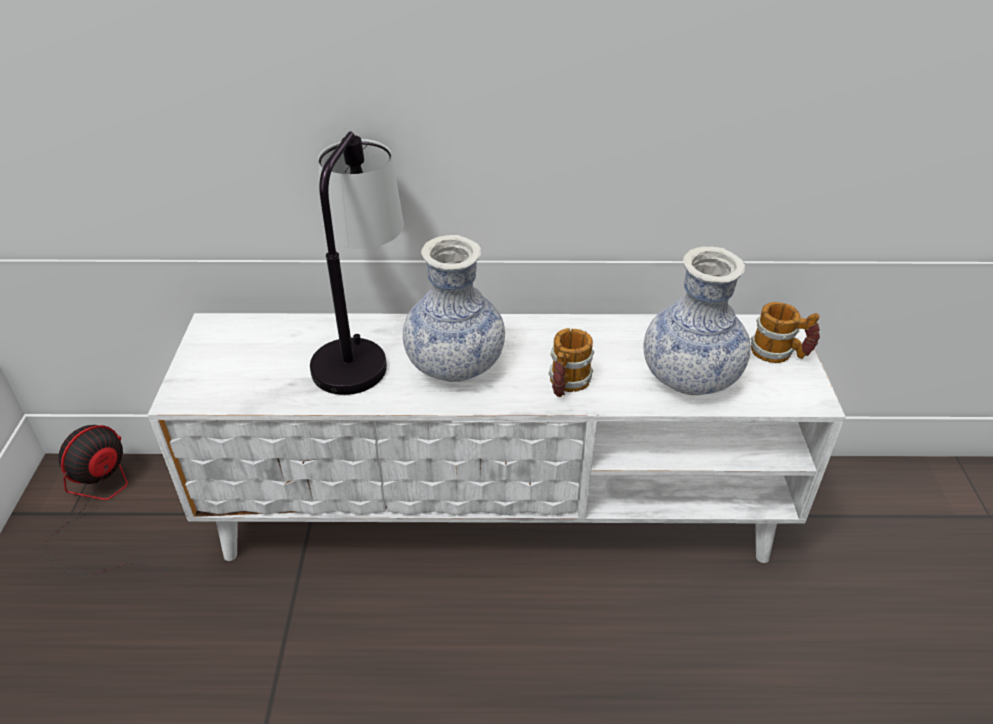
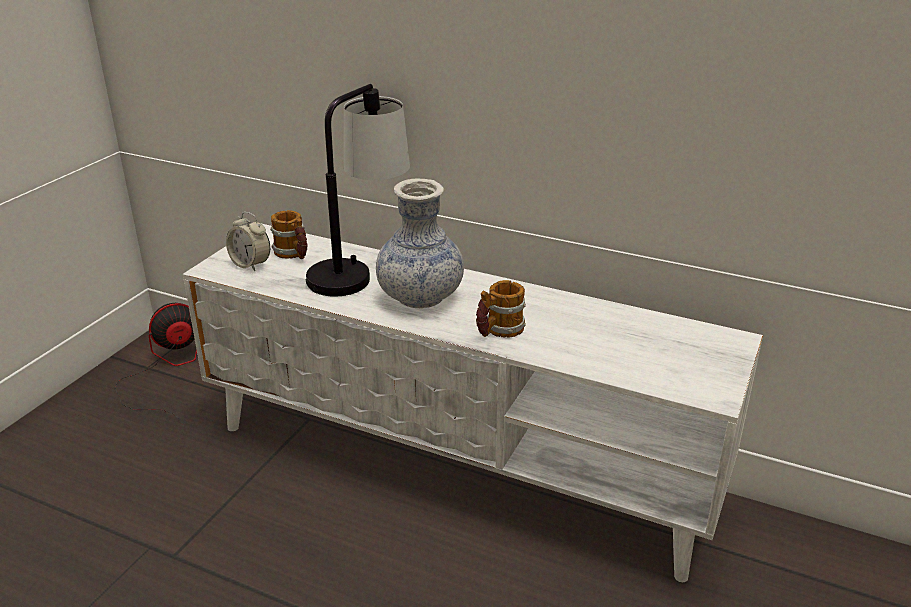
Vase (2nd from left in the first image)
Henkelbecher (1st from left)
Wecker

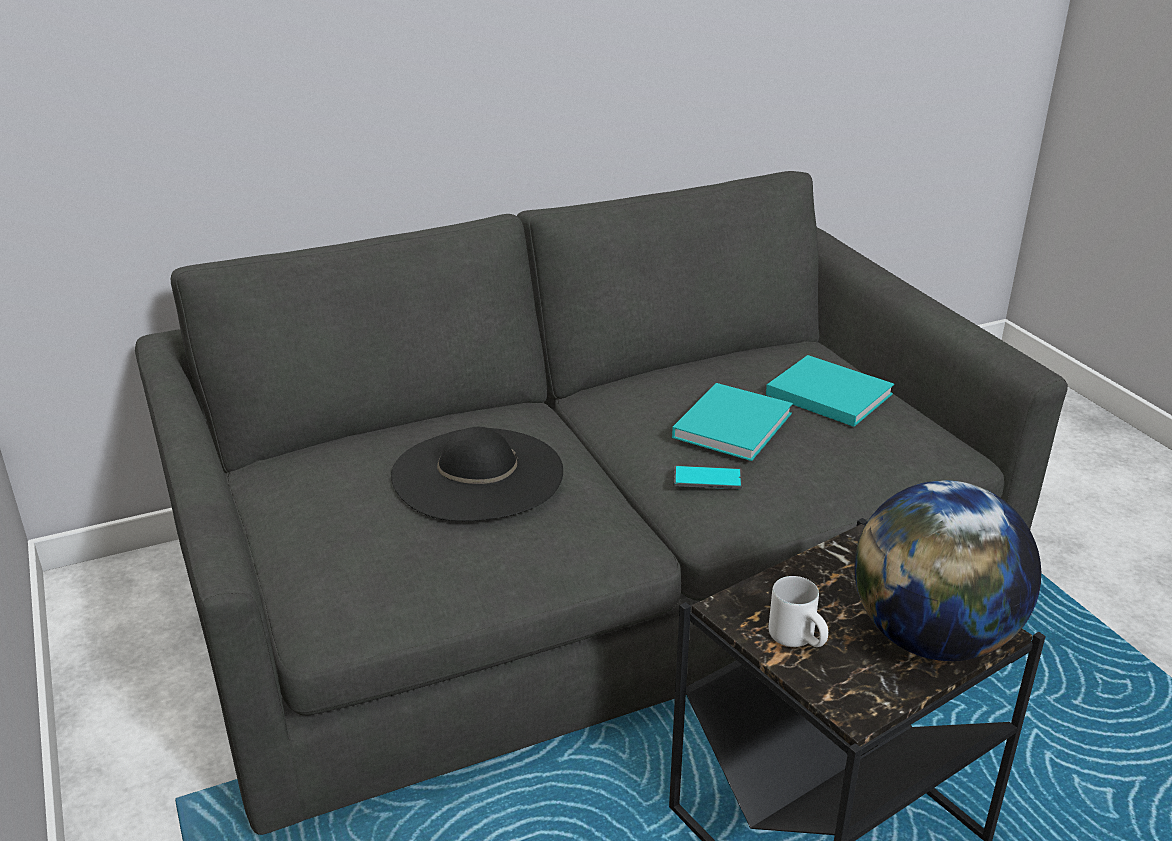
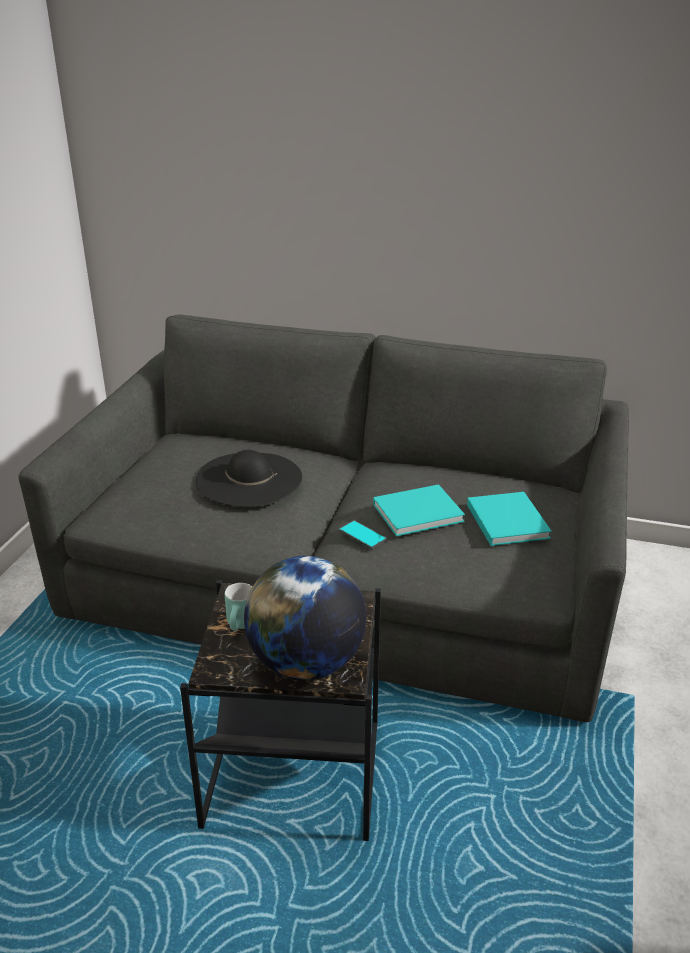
Henkelbecher (türkis)

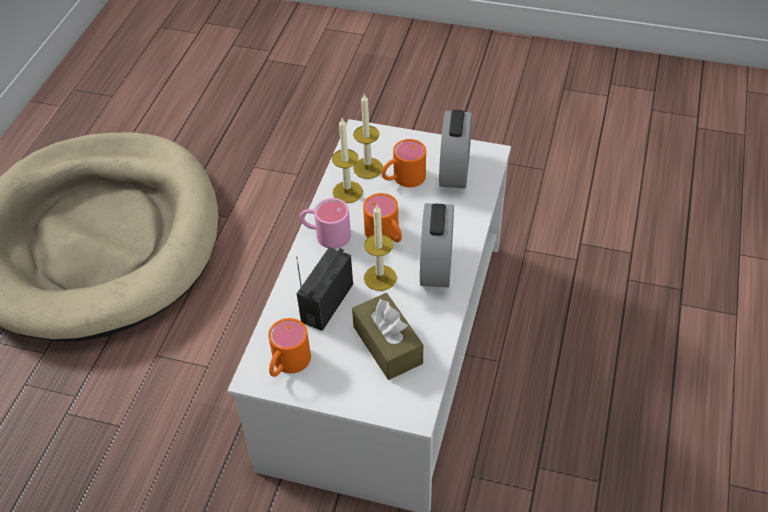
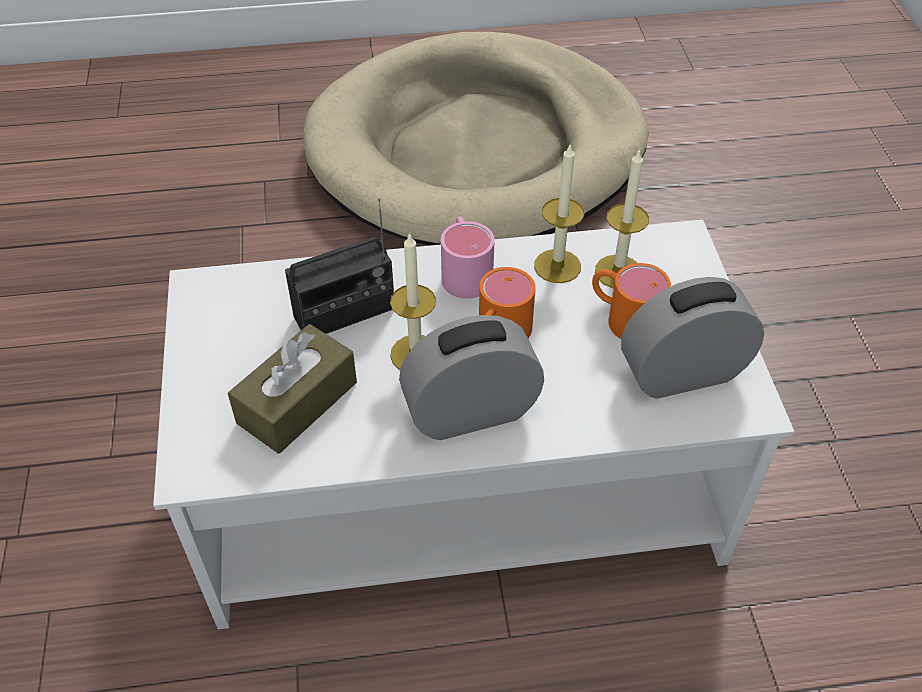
Radio
Henkelbecher (orange) (1st from left in the first image)

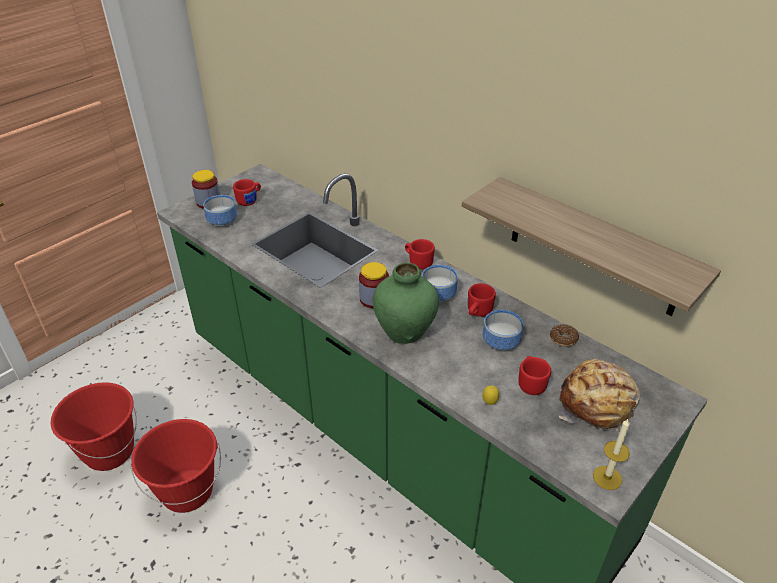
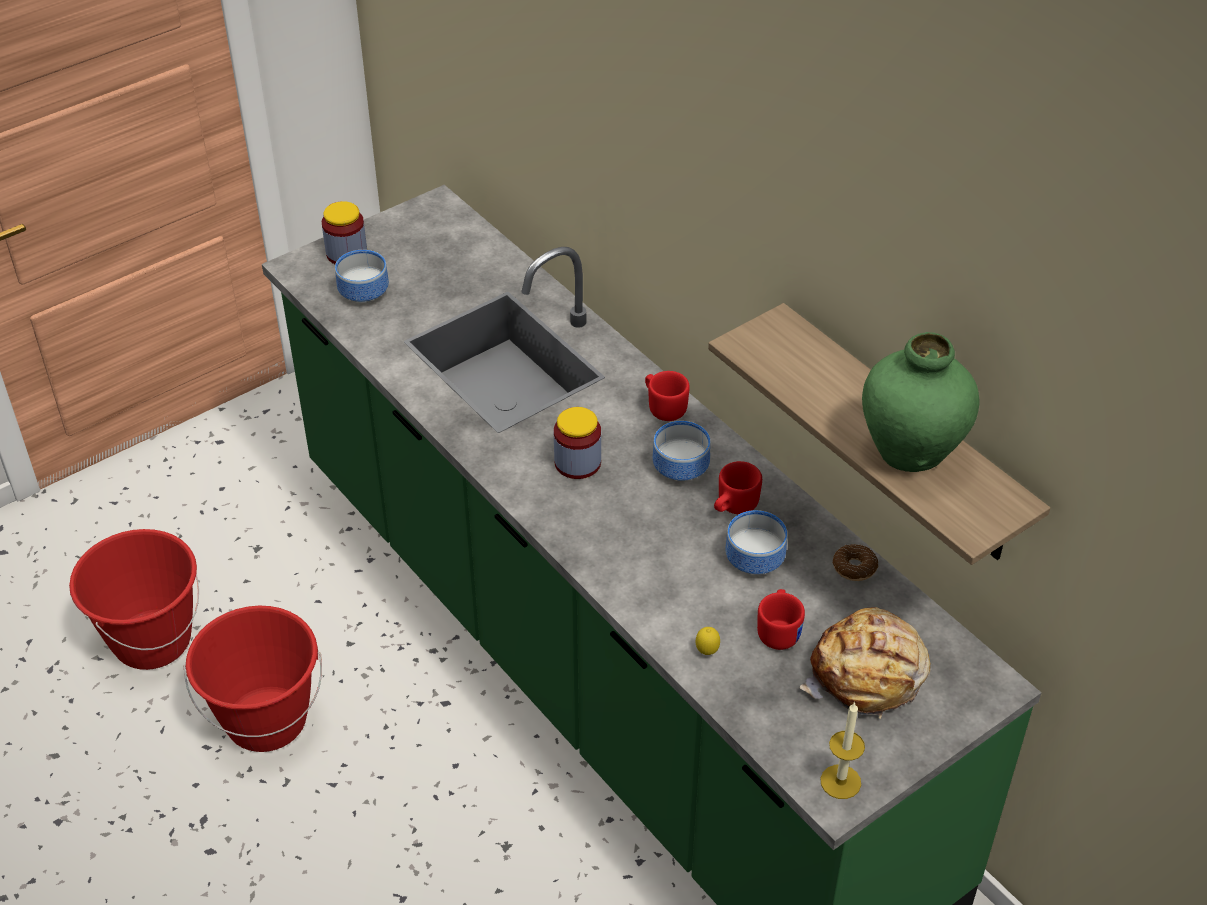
Henkelbecher (rot) (1st from left in the first image)
Vase (grün)

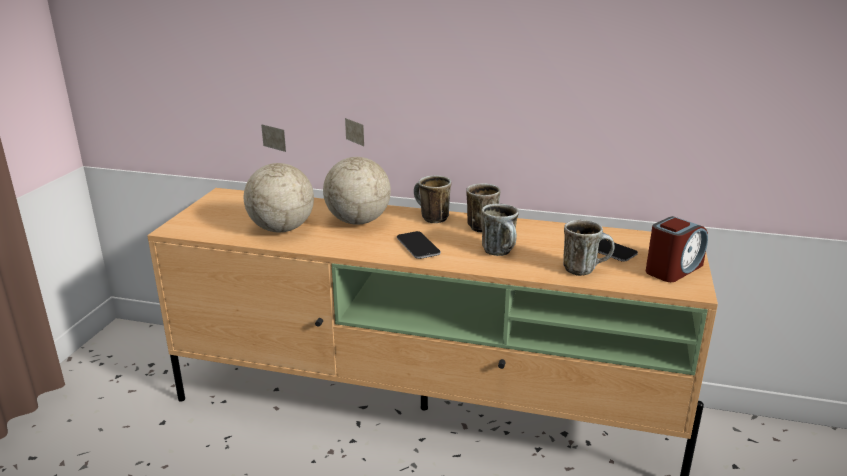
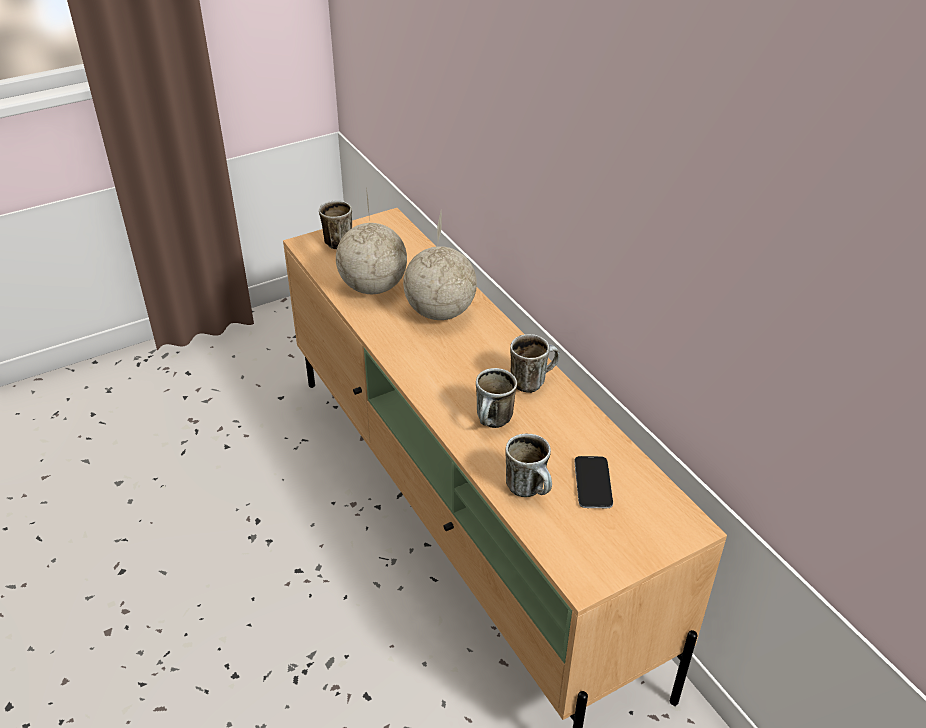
Henkelbecher (1st from left)
Wecker
Handy (1st from left in the first image)

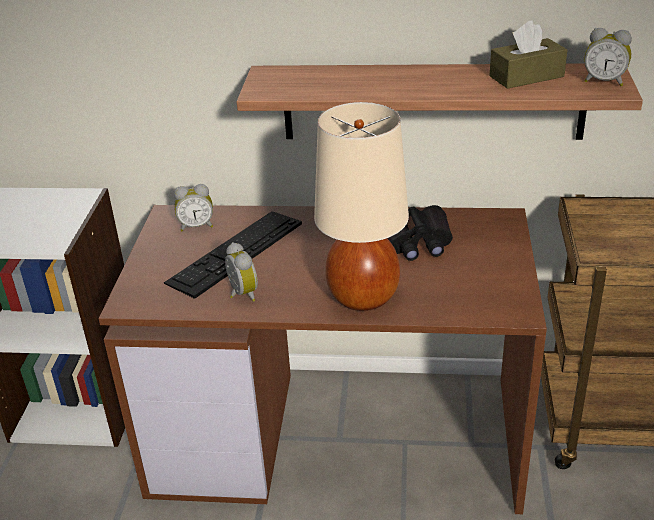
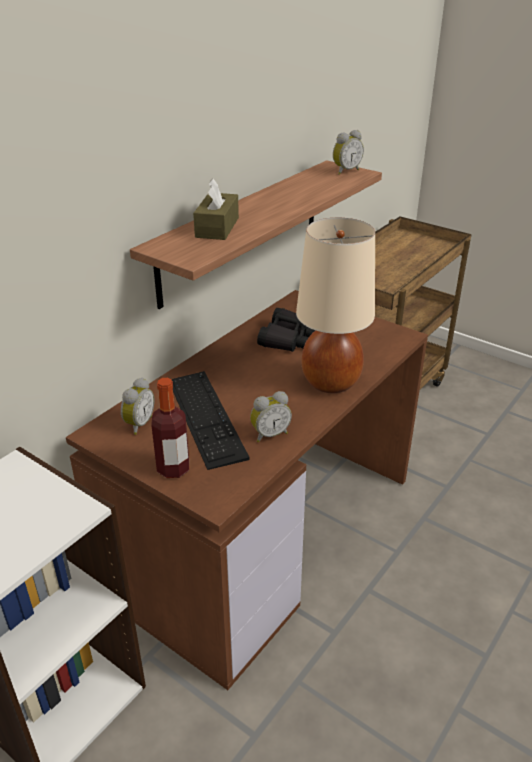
Taschentuchbox (braun)
Wecker (2nd from left)
Flasche

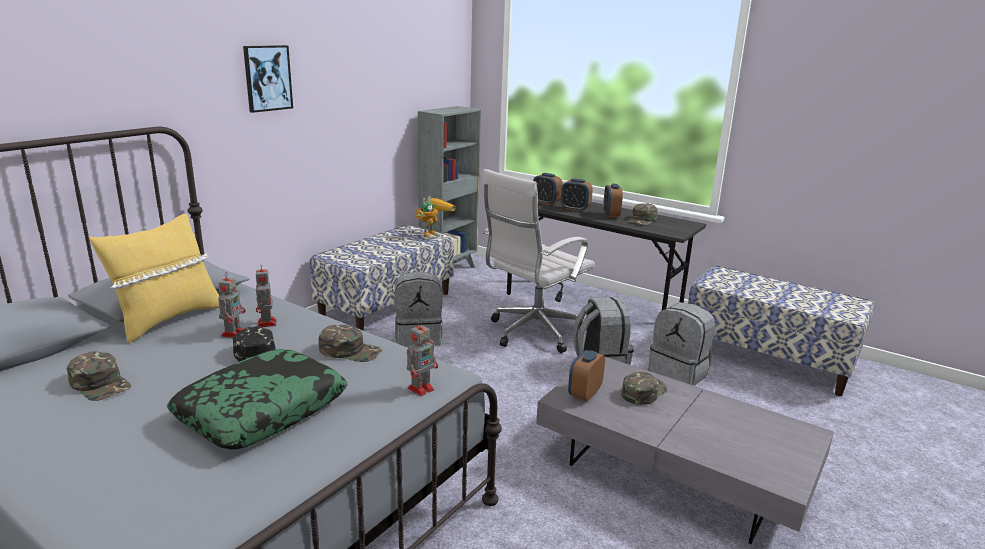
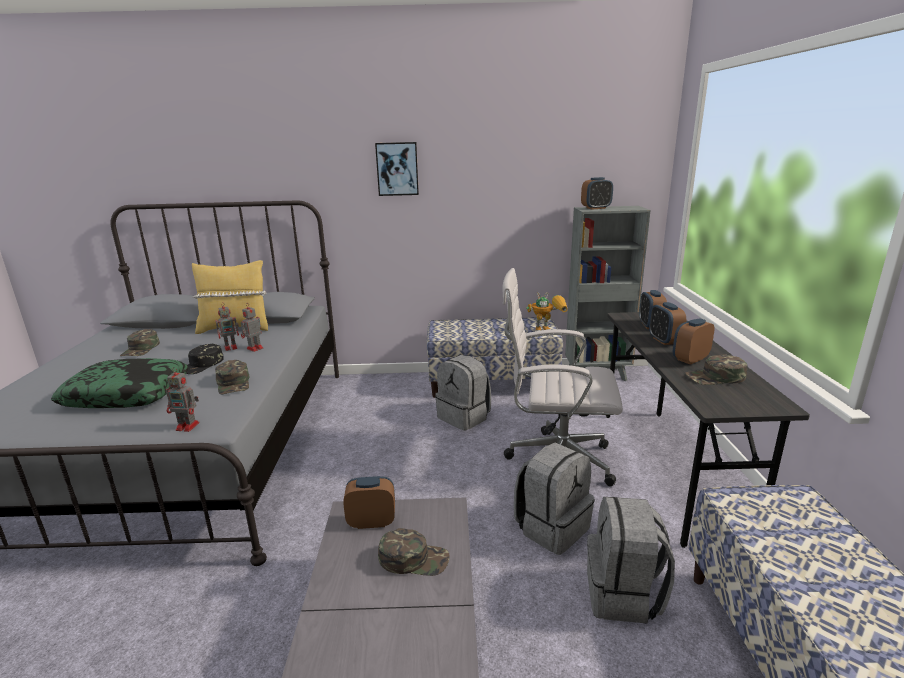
Wecker (2nd from left)

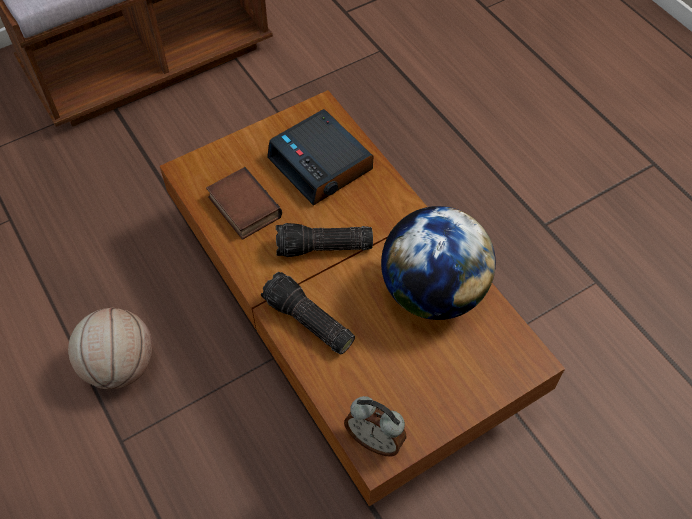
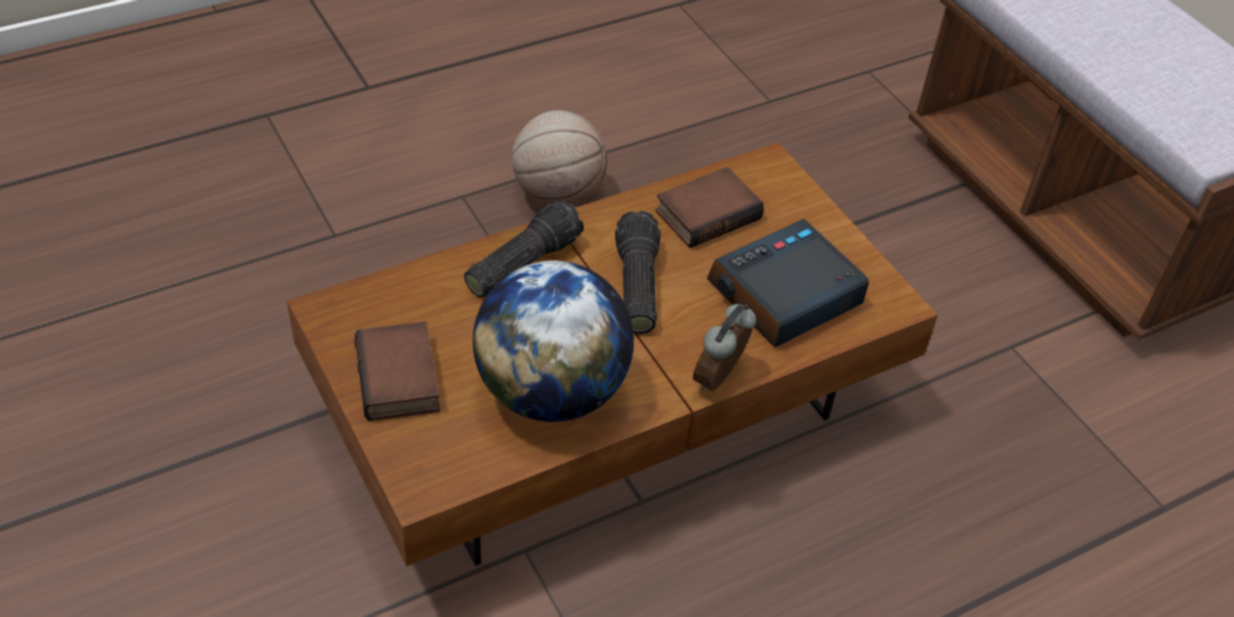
Wecker (1st from left)
Buch (1st from left)

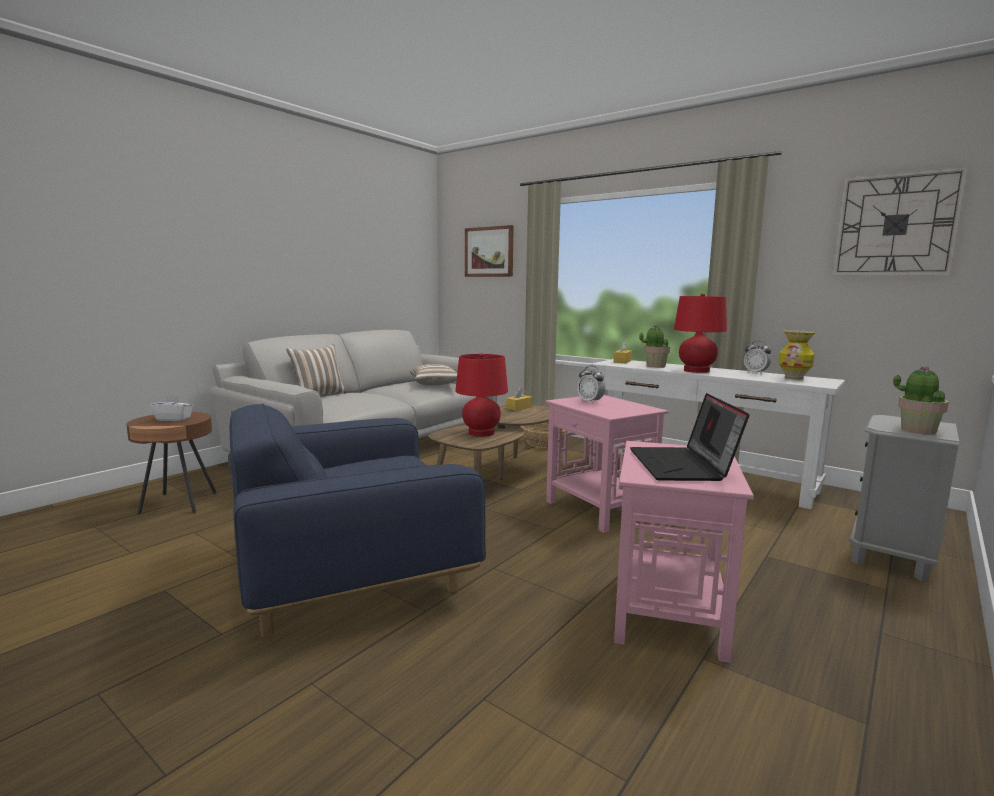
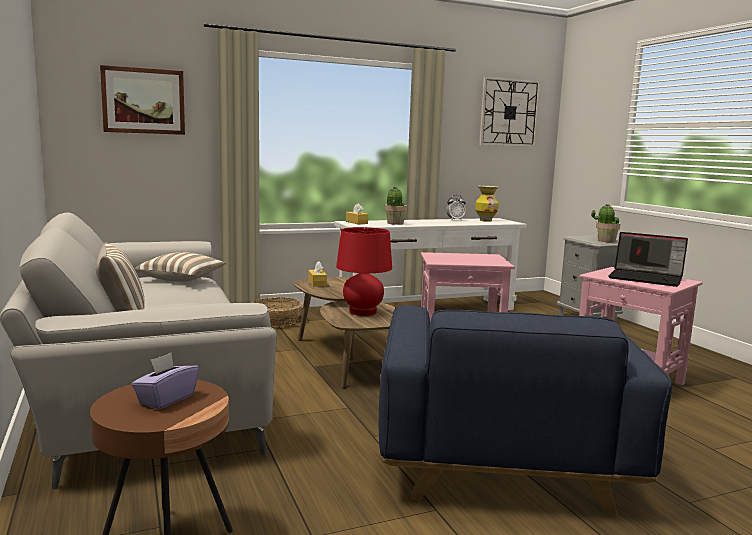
Tischlampe (rot) (2nd from left in the first image)
Wecker (1st from left in the first image)
Taschentuchbox (lila)

